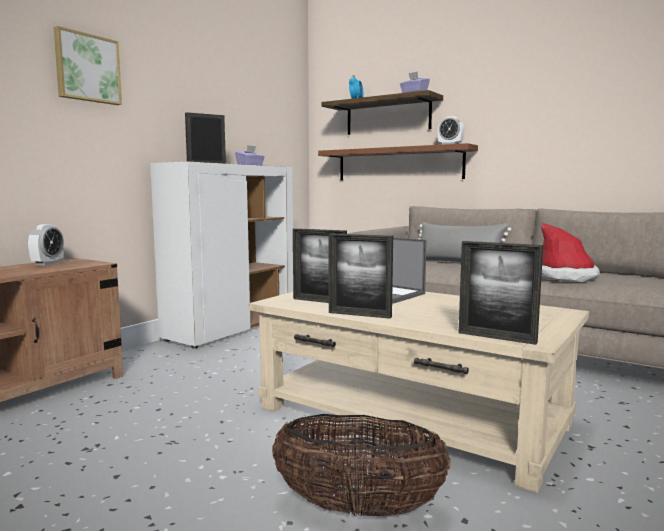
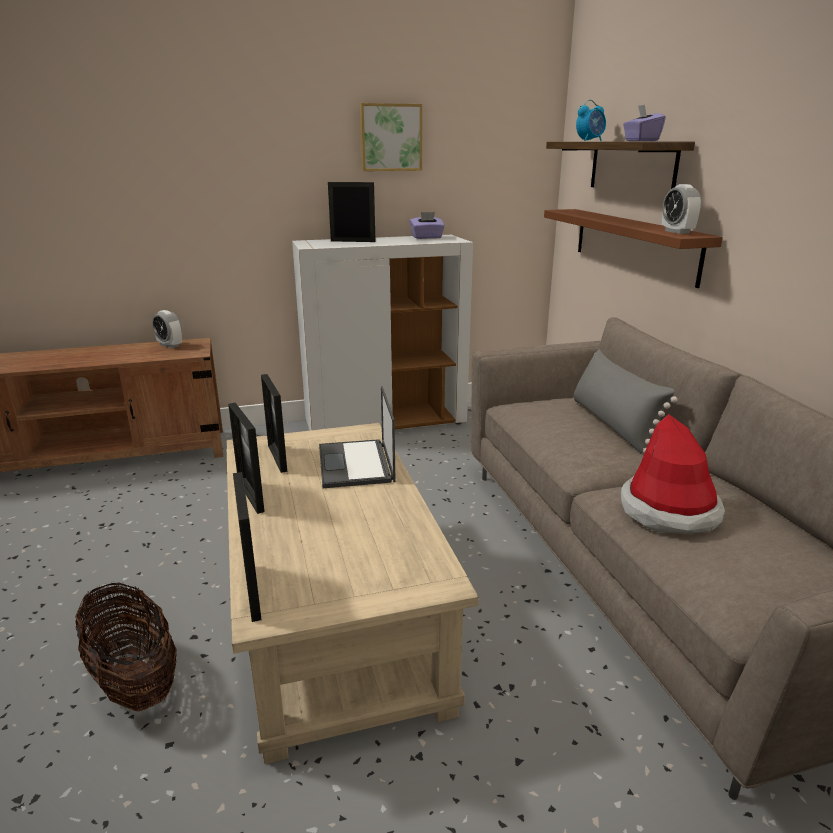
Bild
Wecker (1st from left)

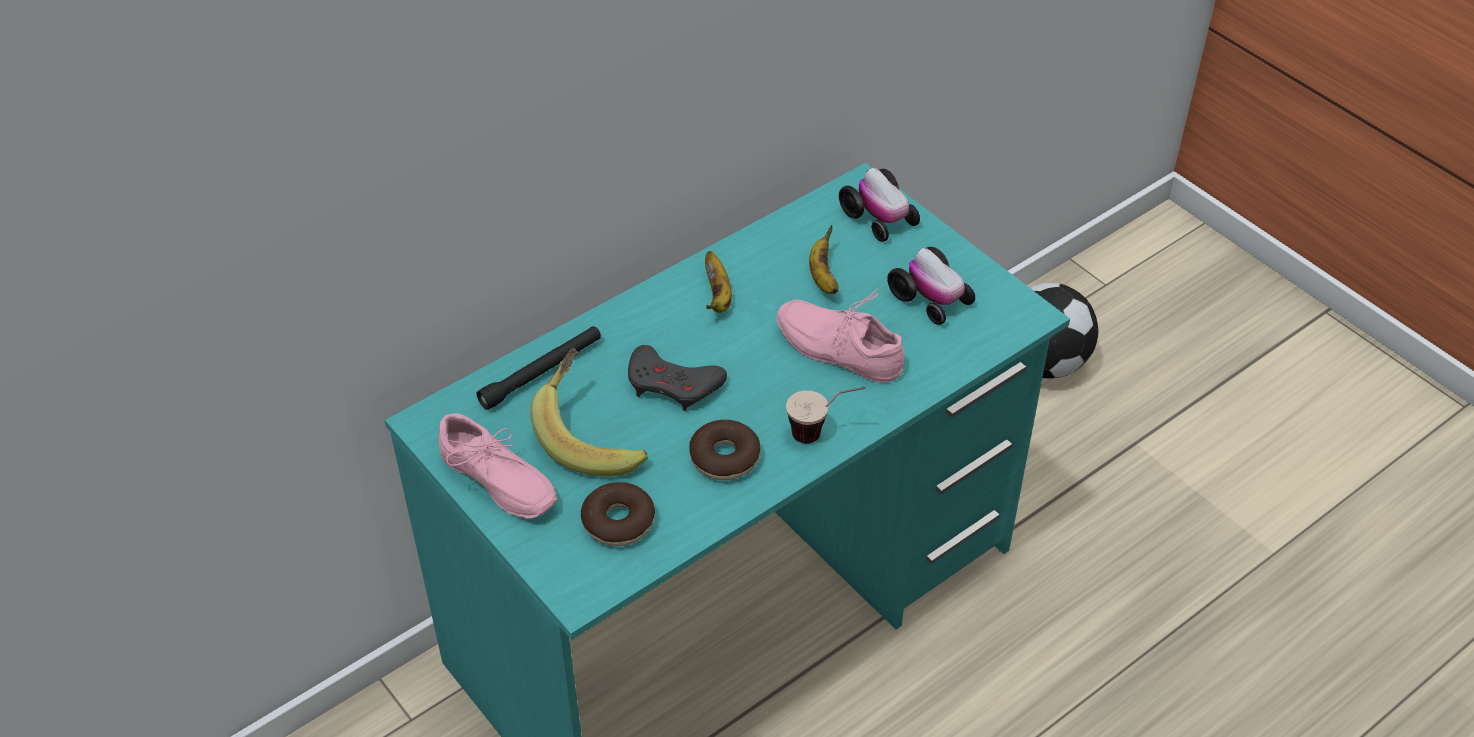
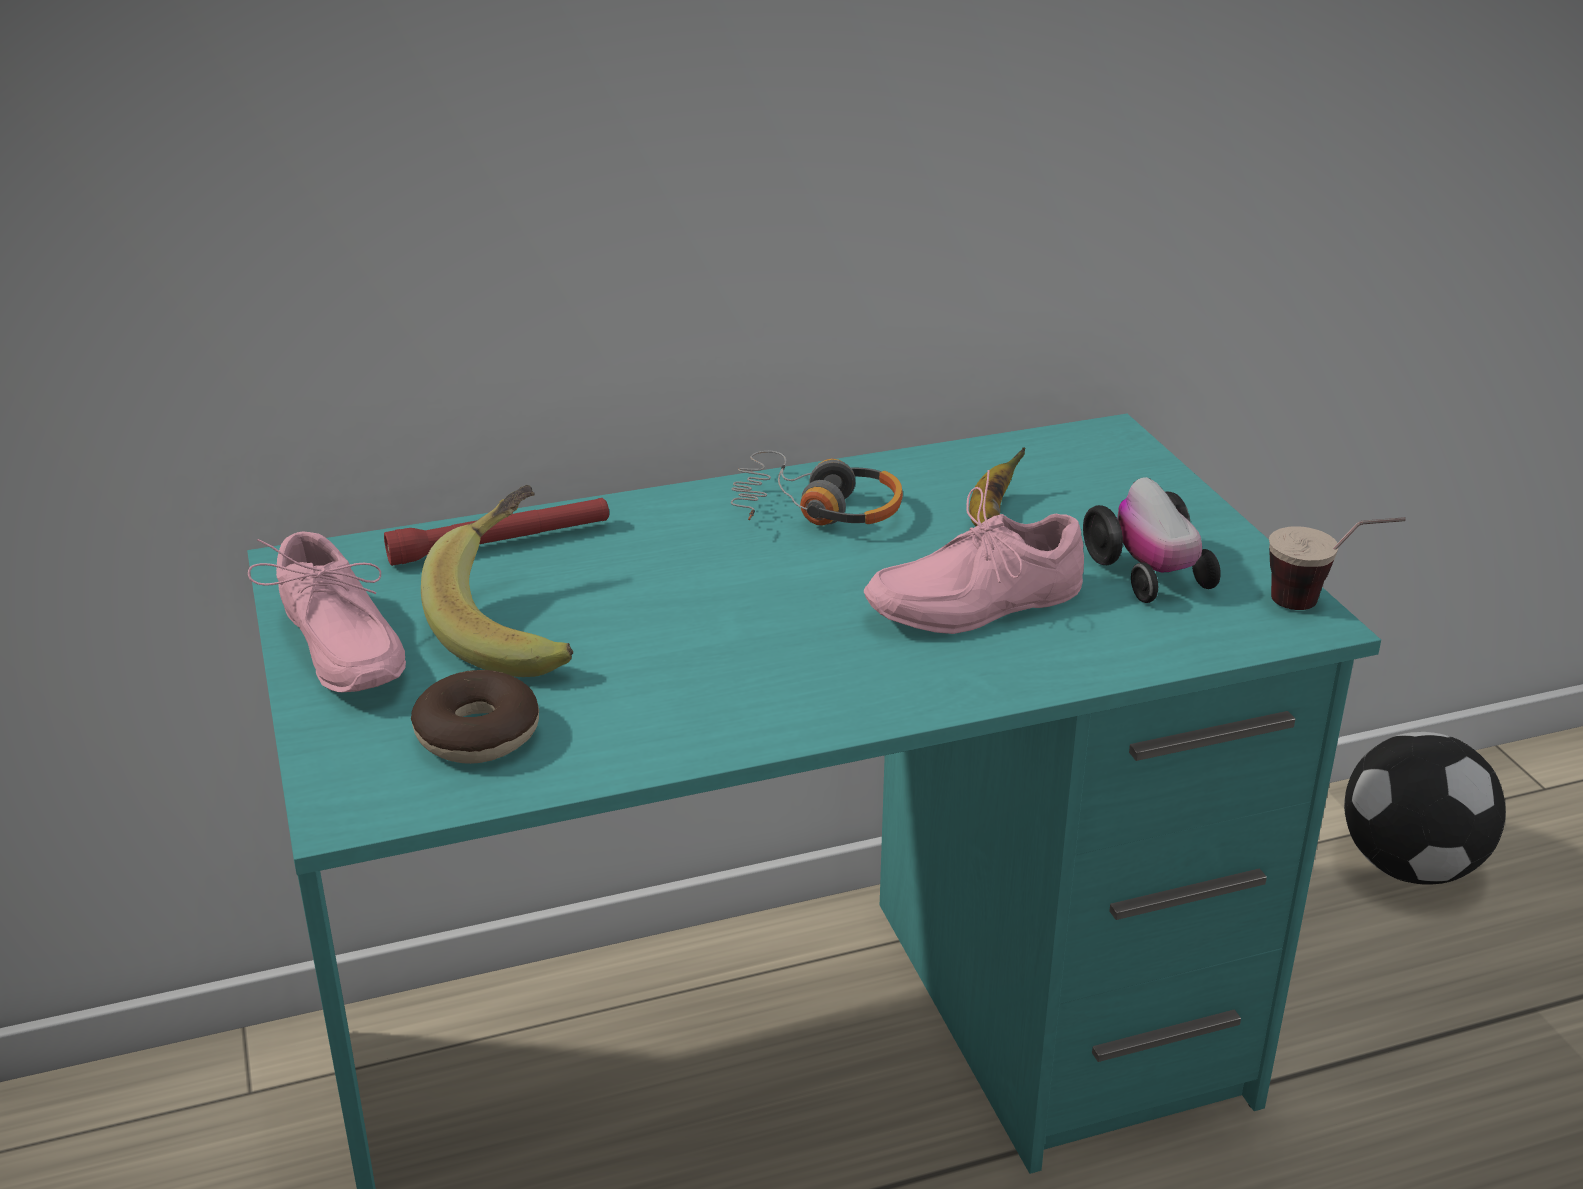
Spielzeugauto (1st from left in the first image)
Kopfhörer
Schuh (rosa) (2nd from left)
Taschenlampe (rot)
Gamepad (grau)
Tasse
Donut (2nd from left in the first image)

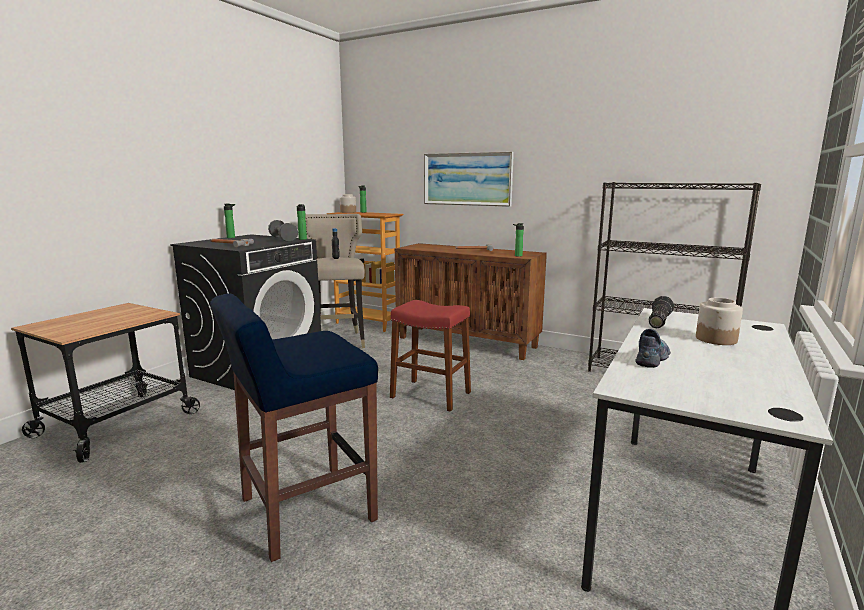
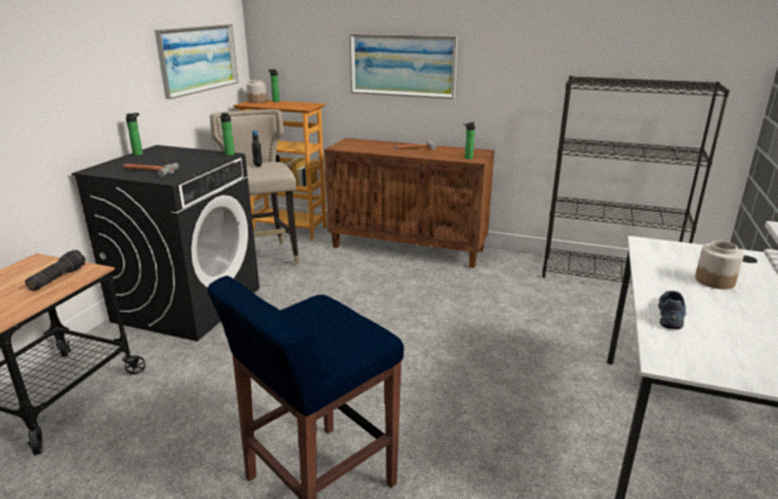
Hantel (grau)
Taschenlampe
Hocker (rot)
Bild (1st from left)

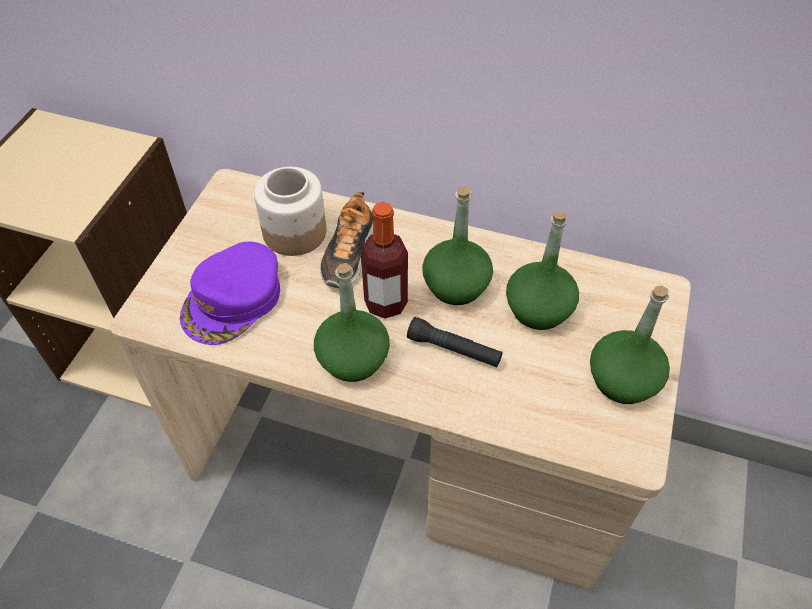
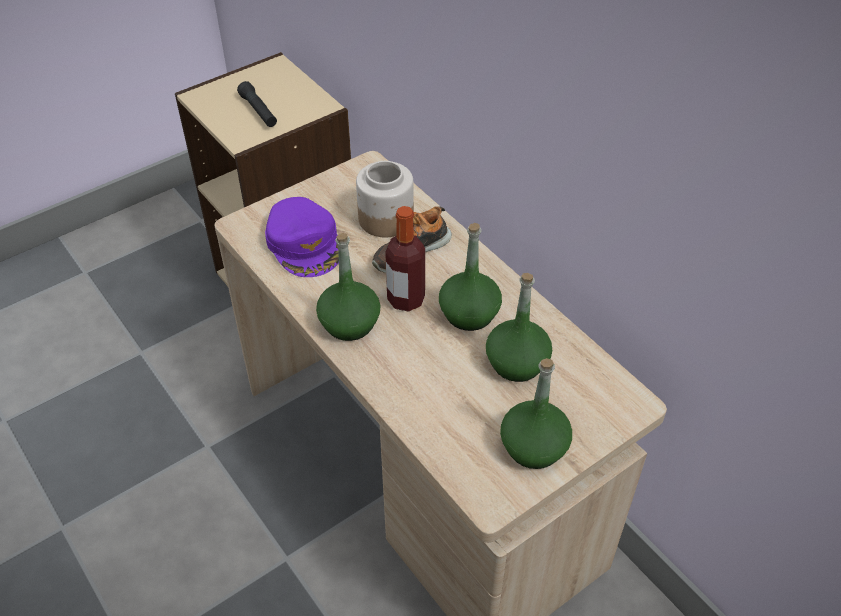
Kappe (lila)
Taschenlampe (schwarz)

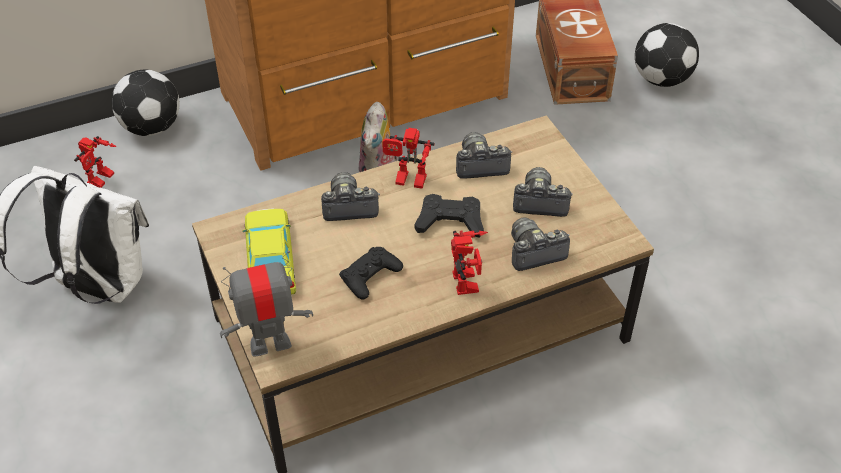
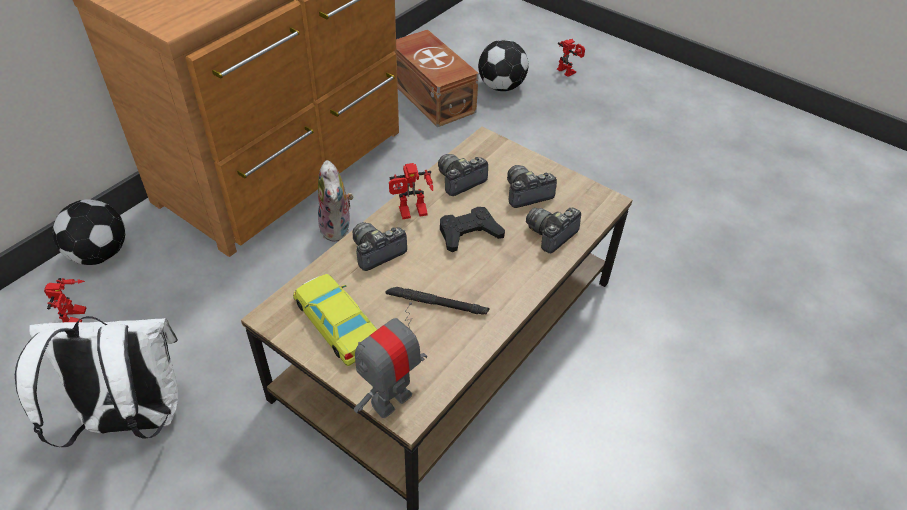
Spielzeugroboter (4th from left)
Taschenlampe (schwarz)

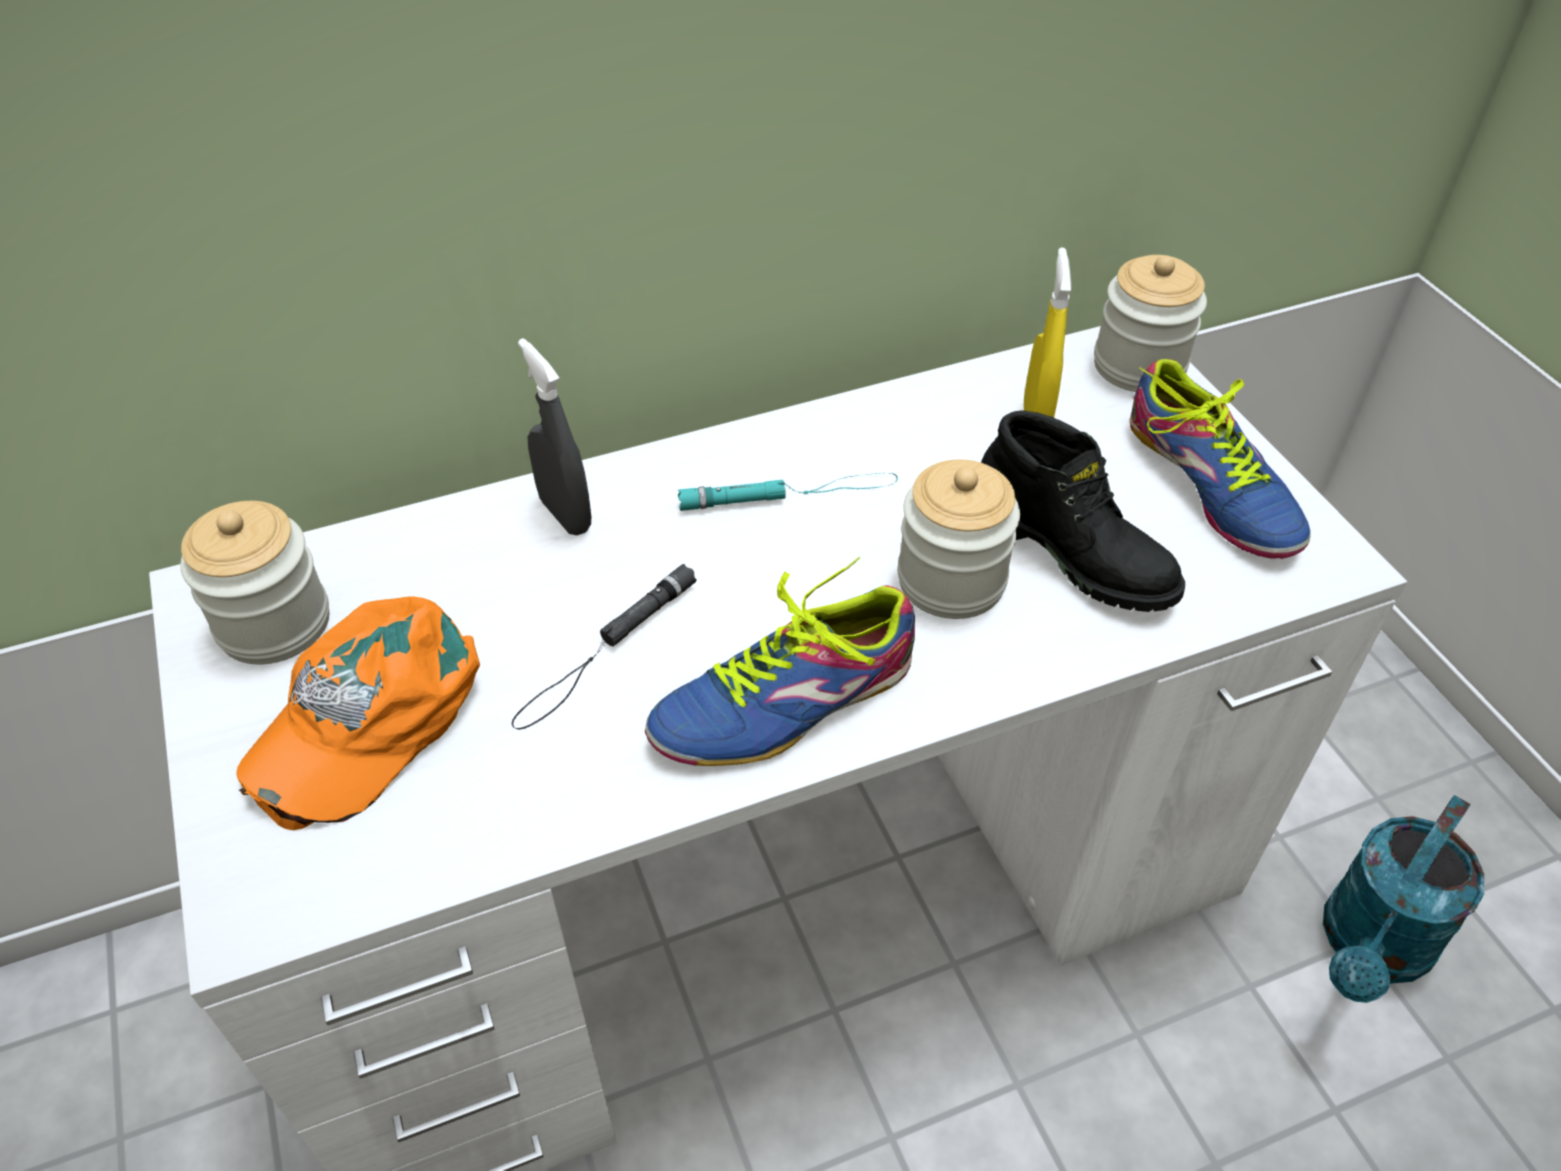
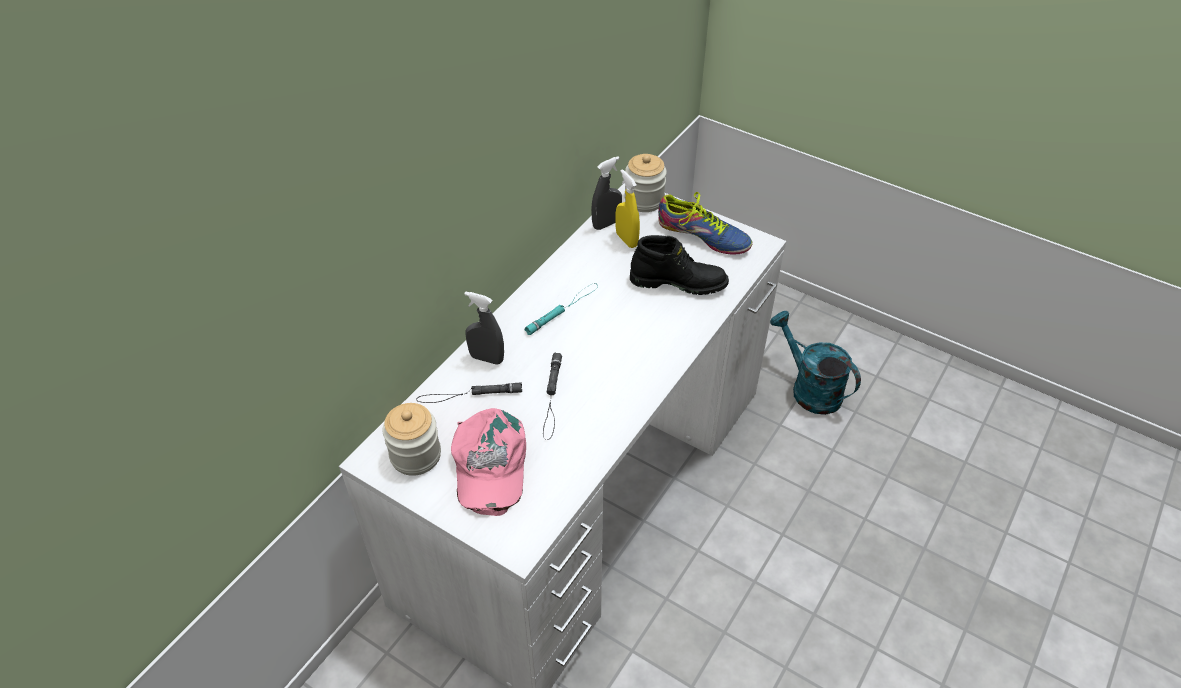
Vorratsglas (2nd from left in the first image)
Schuh (1st from left in the first image)
Kappe (rosa)
Gießkanne (türkis)
Sprühflasche (grau) (2nd from left)
Taschenlampe (schwarz) (1st from left)

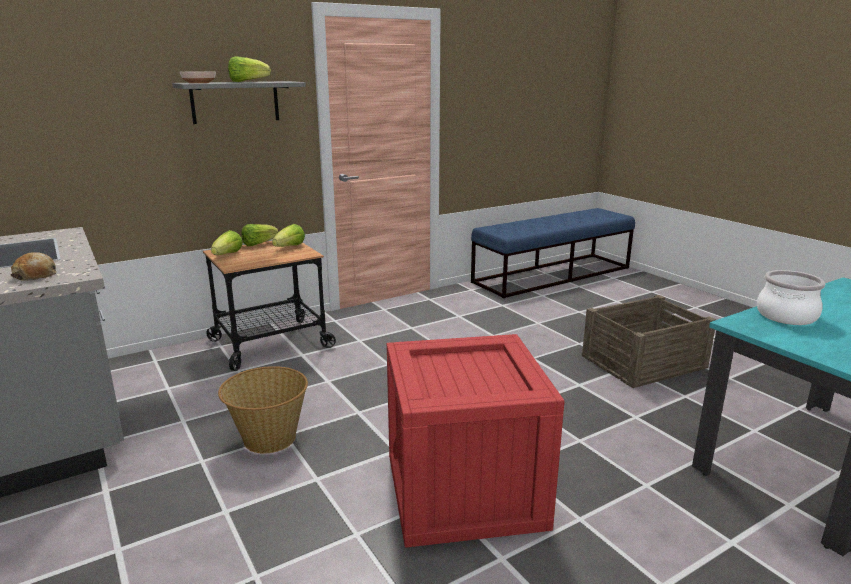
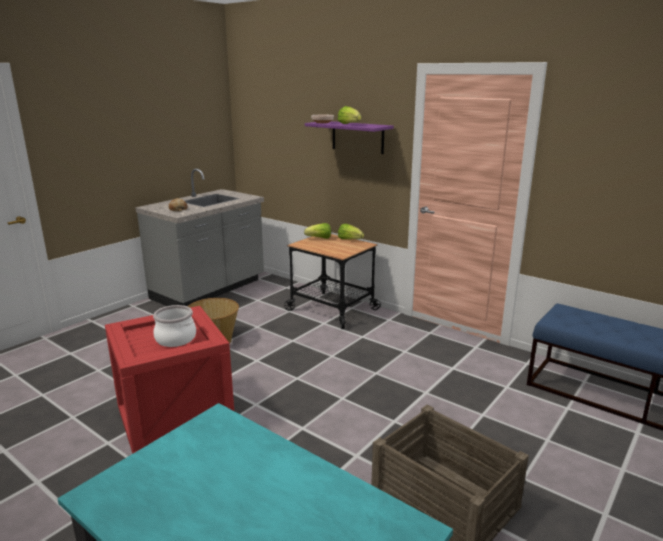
Wandregal (lila)
Salatkopf (4th from left in the first image)
Kochtopf

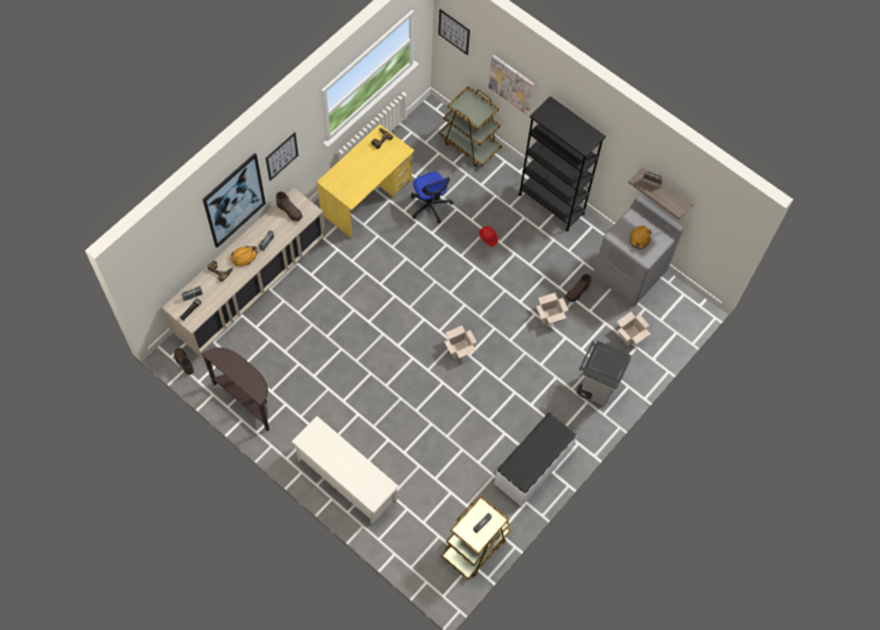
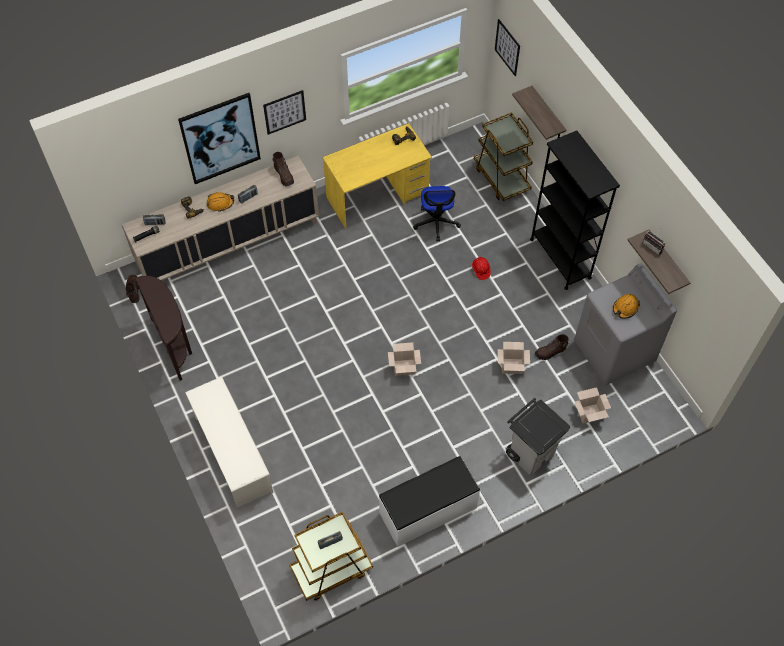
Wandregal (1st from left)

